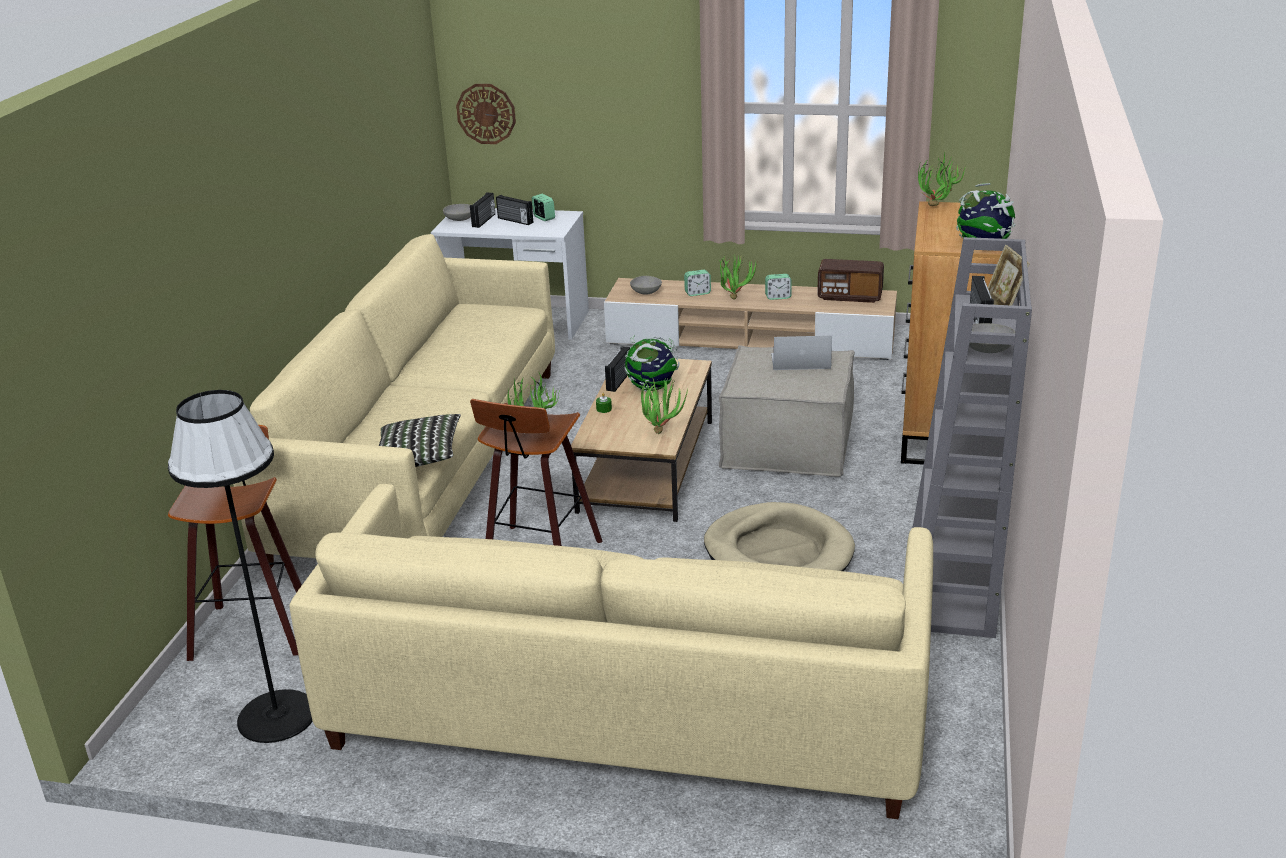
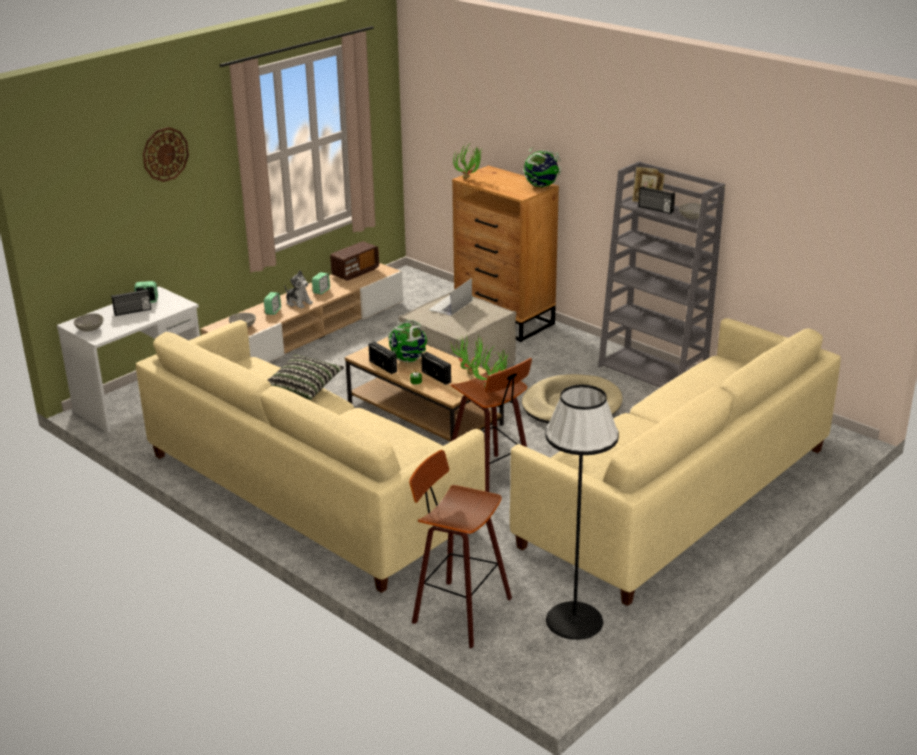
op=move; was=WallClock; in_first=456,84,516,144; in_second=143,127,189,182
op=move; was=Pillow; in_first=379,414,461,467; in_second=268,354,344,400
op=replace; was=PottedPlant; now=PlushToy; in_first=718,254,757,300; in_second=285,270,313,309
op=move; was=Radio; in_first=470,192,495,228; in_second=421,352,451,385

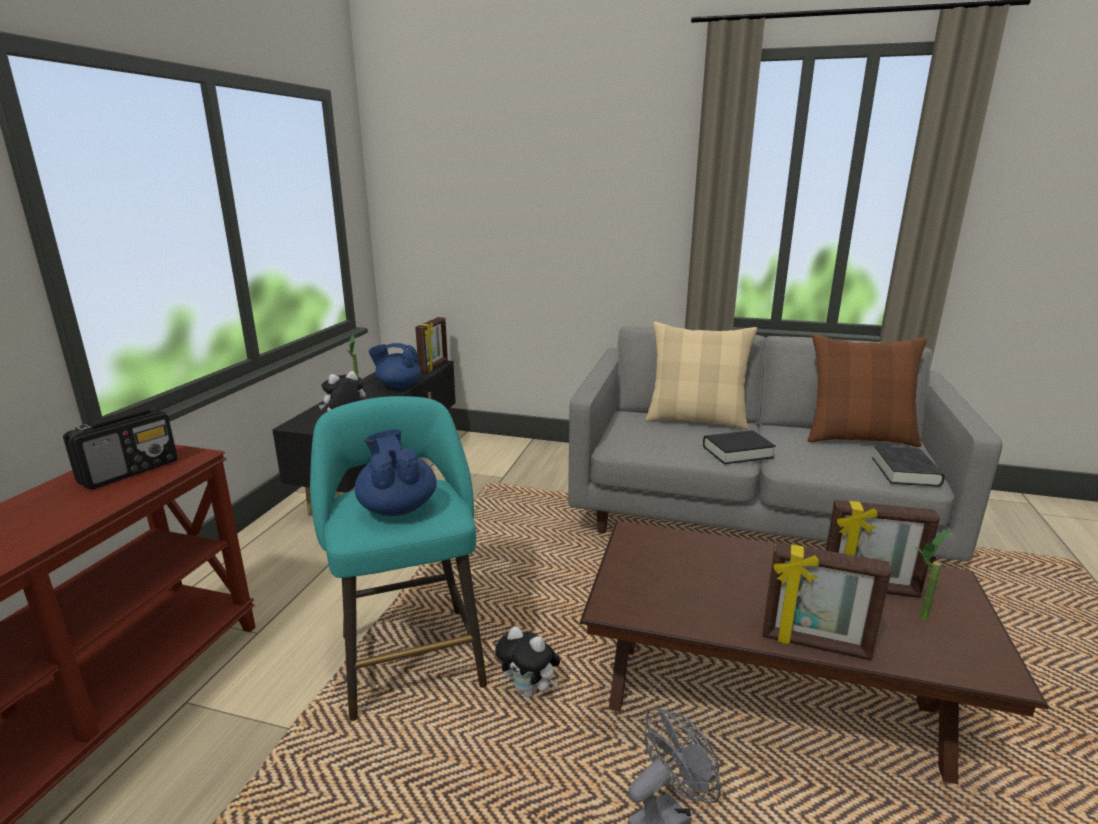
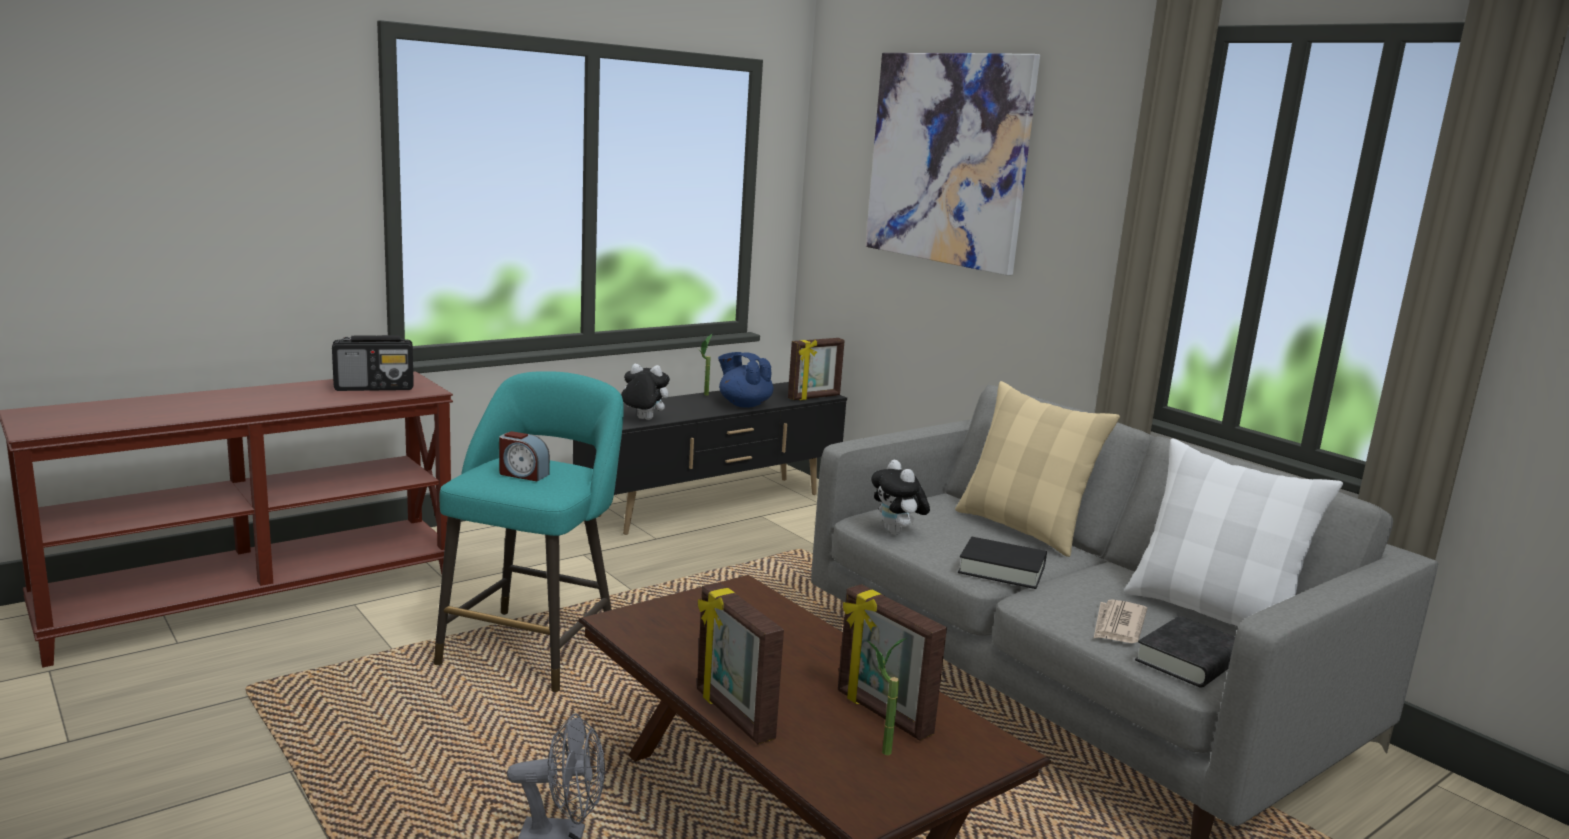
op=replace; was=BlueTeapot; now=AlarmClock; in_first=355,429,437,516; in_second=499,431,550,482
op=insert; now=Picture; in_second=865,53,1040,276
op=move; was=PlushToy; in_first=495,626,560,697; in_second=871,460,930,535
op=insert; now=Newspaper; in_second=1094,599,1147,643
op=recolor; was=BrownPillow; now=WhitePillow; in_first=808,334,927,447; in_second=1124,438,1343,627

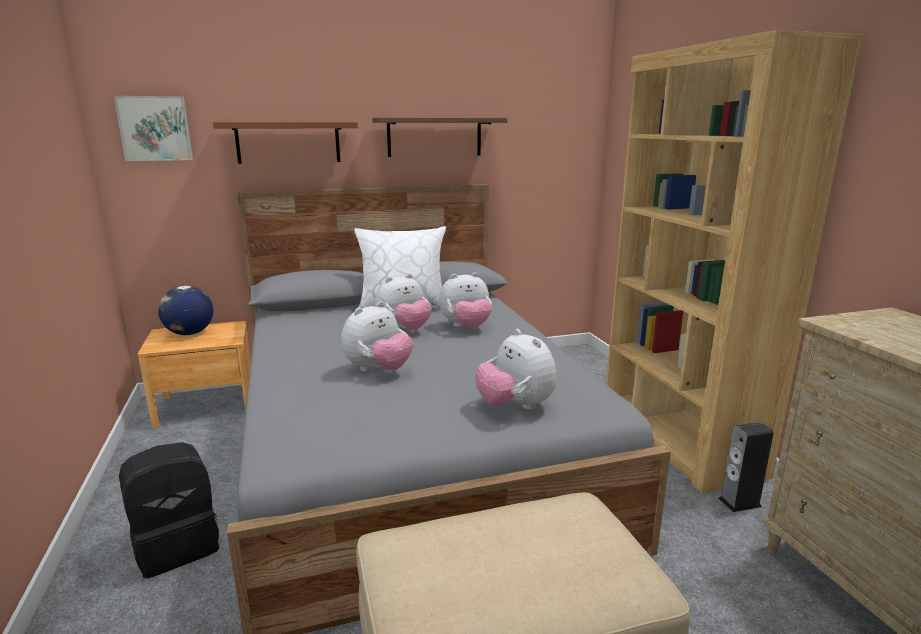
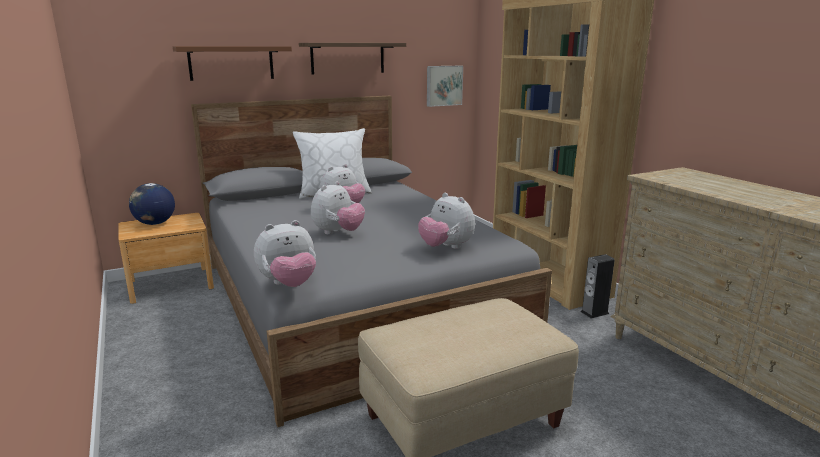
op=move; was=PlushToy; in_first=439,272,492,328; in_second=254,220,316,287
op=move; was=Picture; in_first=114,96,193,161; in_second=427,66,463,107
op=delete; was=BlackBackpack; in_first=119,442,219,578

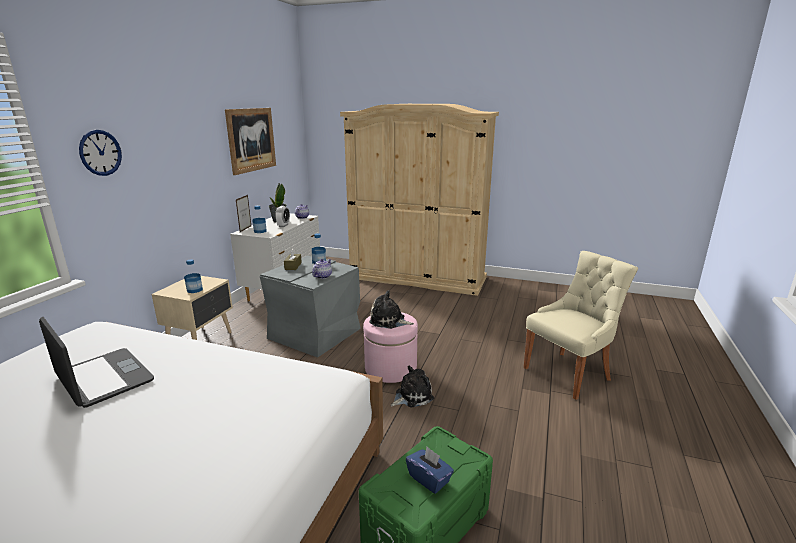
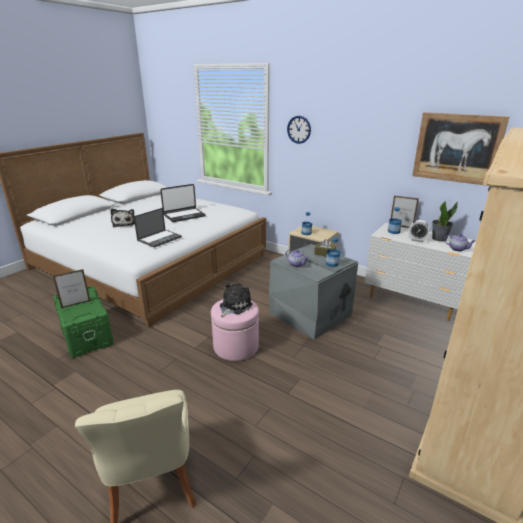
op=replace; was=BlueTissueBox; now=PictureFrame; in_first=406,447,454,494; in_second=53,269,90,308
op=move; was=PlushToy; in_first=391,366,434,407; in_second=110,209,135,227
op=insert; now=Laptop; in_second=134,208,182,248

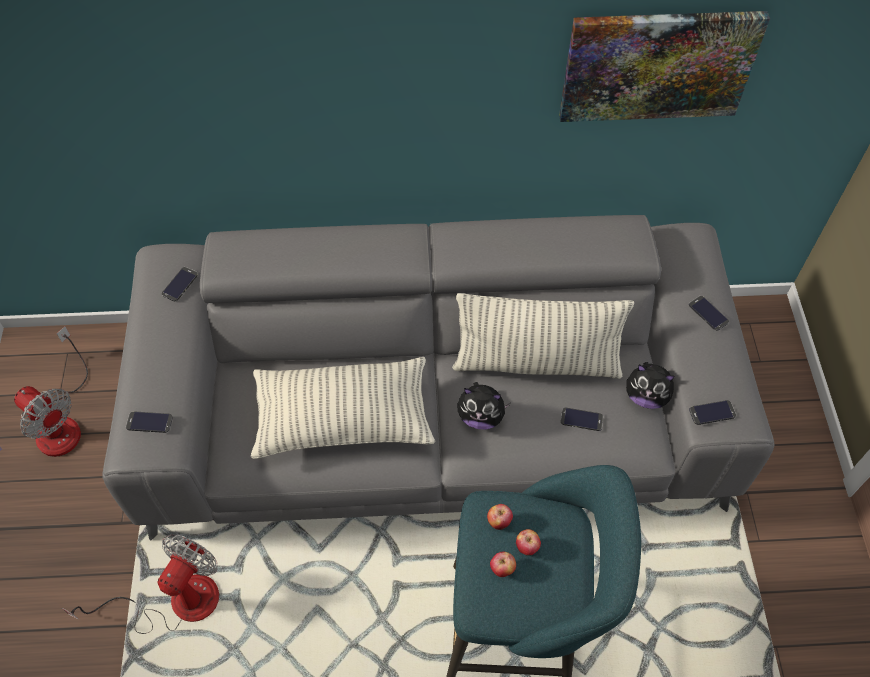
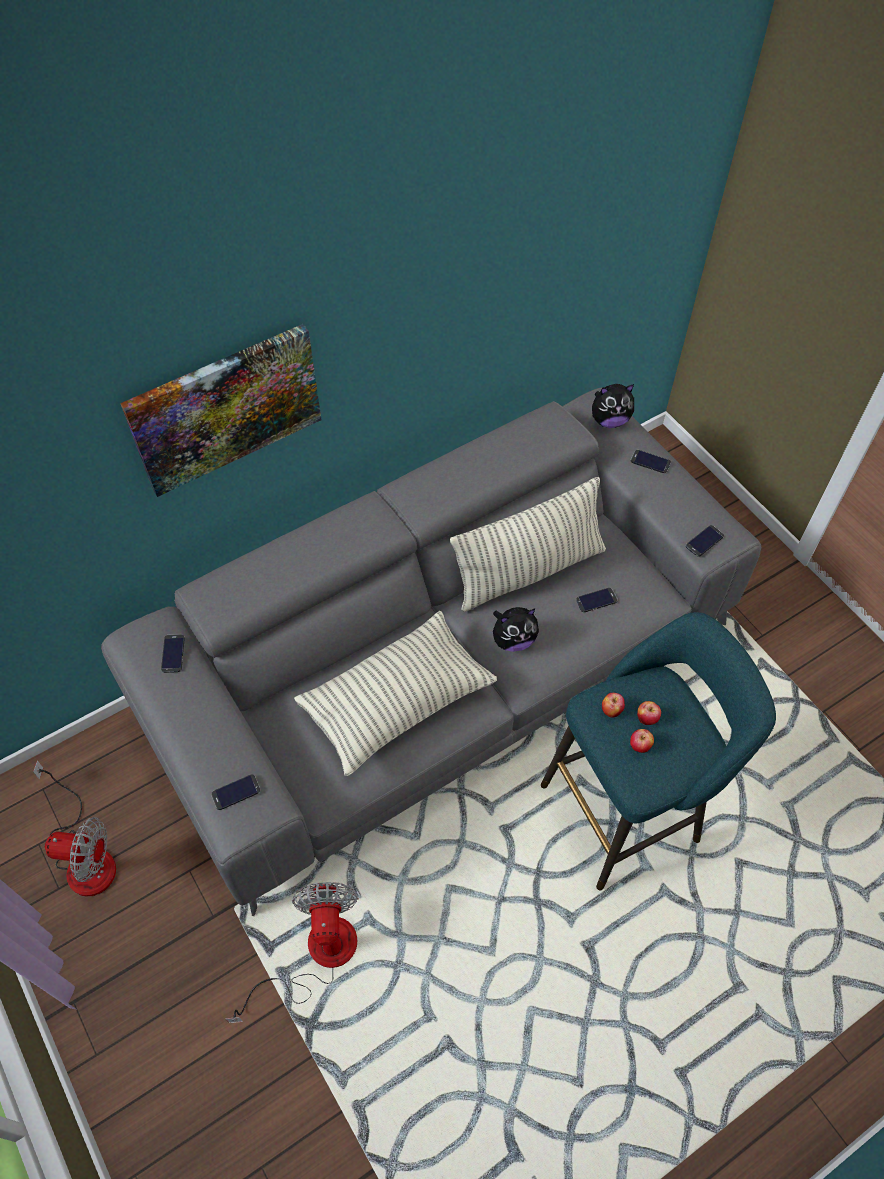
op=move; was=Picture; in_first=559,11,770,122; in_second=120,324,321,497
op=move; was=PlushToy; in_first=626,362,674,409; in_second=592,384,634,428

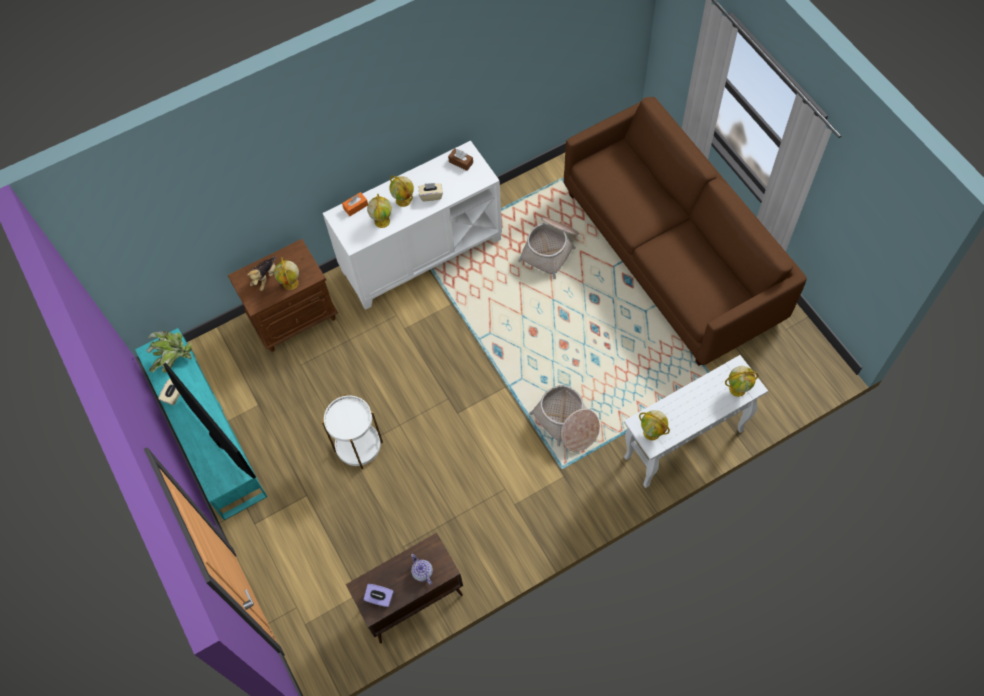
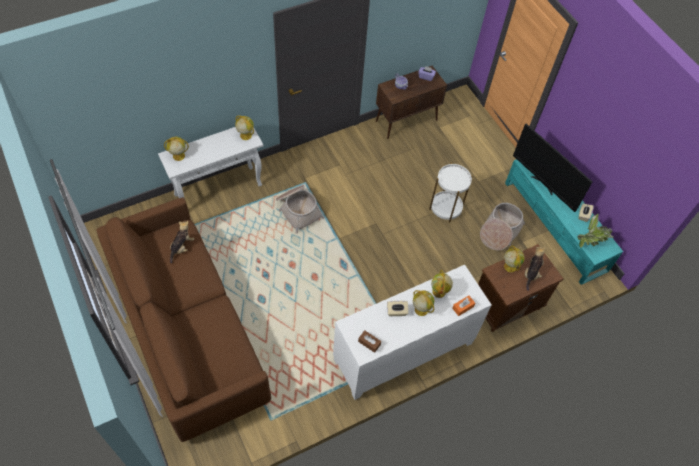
op=insert; now=PlushToy; in_second=170,221,194,264
op=move; was=Basket; in_first=518,217,579,279; in_second=480,203,525,250

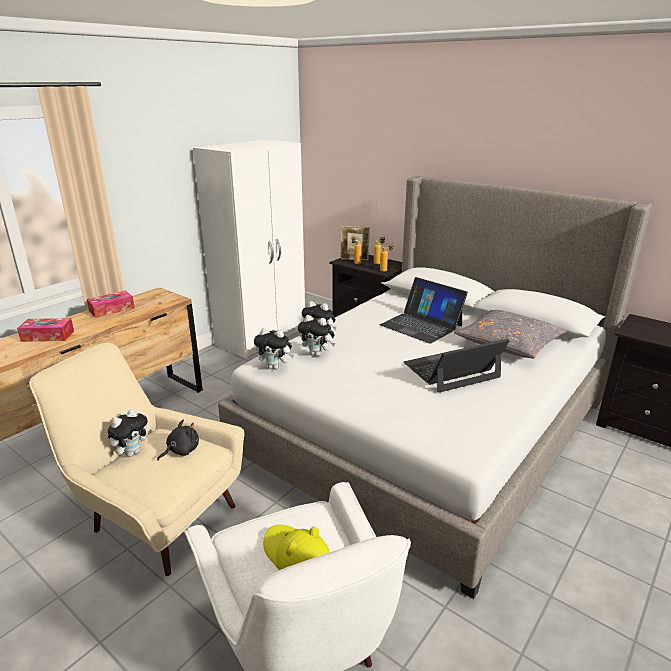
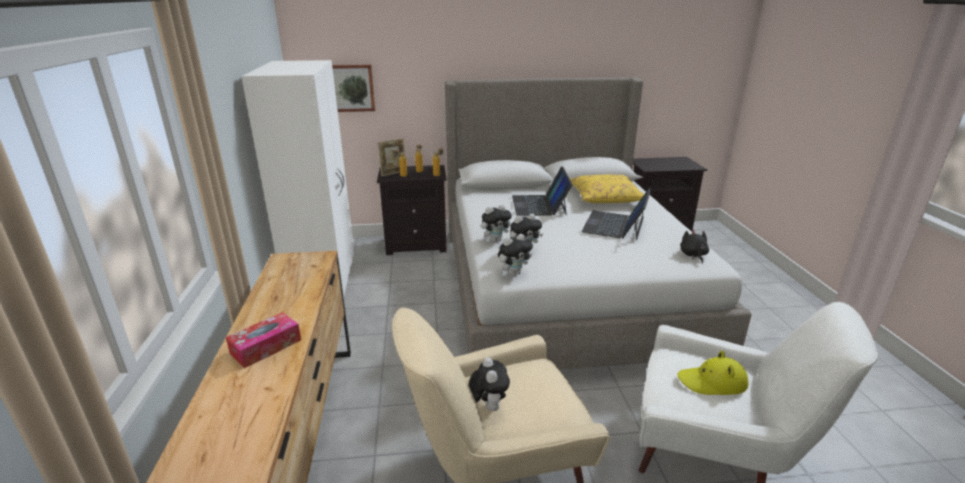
op=insert; now=Picture; in_second=332,64,375,112
op=rotate; was=Laptop; in_first=380,277,468,344; in_second=512,166,572,216; clockwise=90
op=recolor; was=GreyPillow; now=YellowPillow; in_first=454,310,567,359; in_second=570,174,644,203
op=move; was=BlackPlushToy; in_first=157,420,199,461; in_second=681,230,709,264
op=delete; was=TissueBox; in_first=87,290,135,318

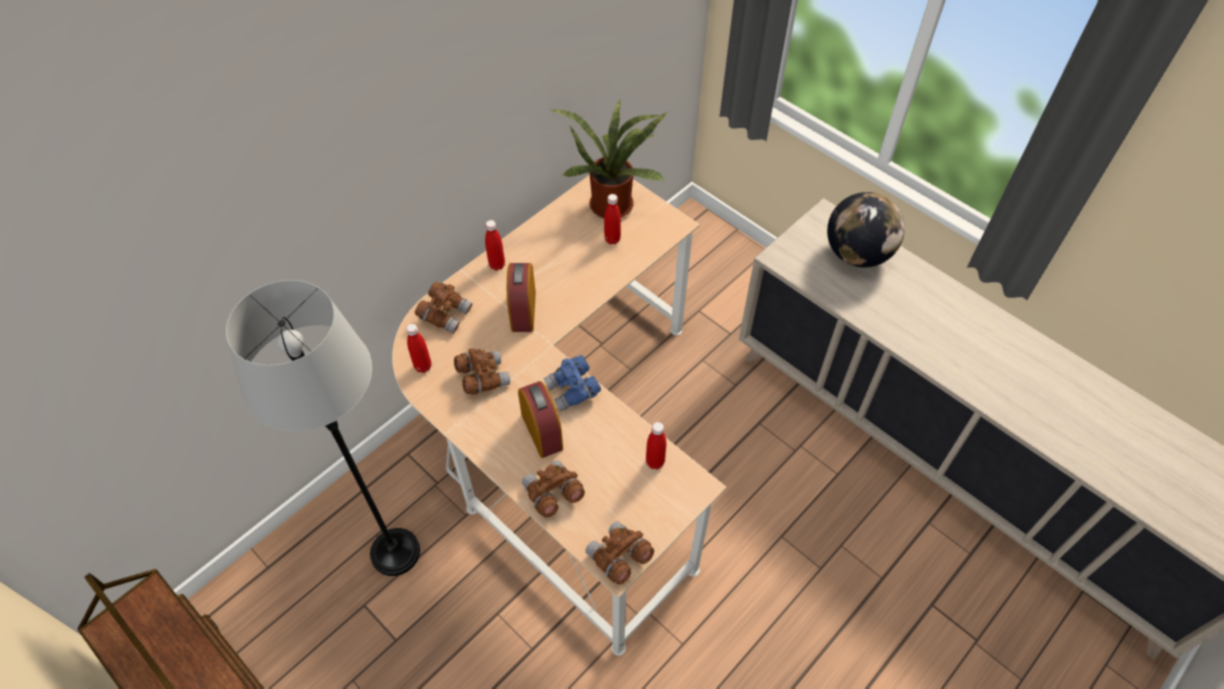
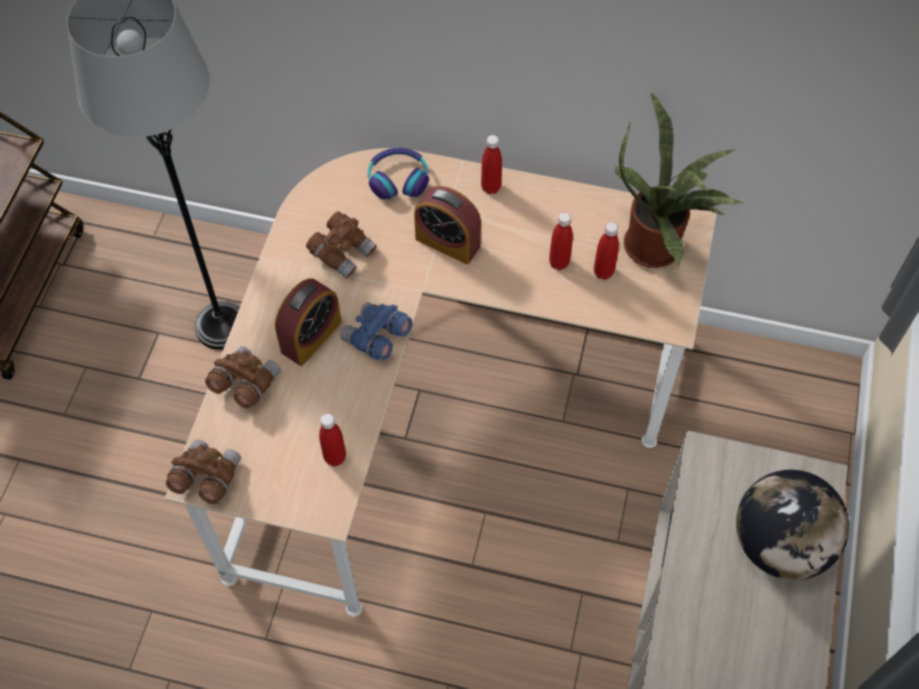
op=replace; was=BrownBinoculars; now=Headphones; in_first=415,281,472,333; in_second=368,148,429,200
op=rotate; was=AlarmClock; in_first=507,263,536,332; in_second=414,186,481,264; clockwise=-120
op=move; was=RedBottle; in_first=406,324,431,373; in_second=549,212,573,270

